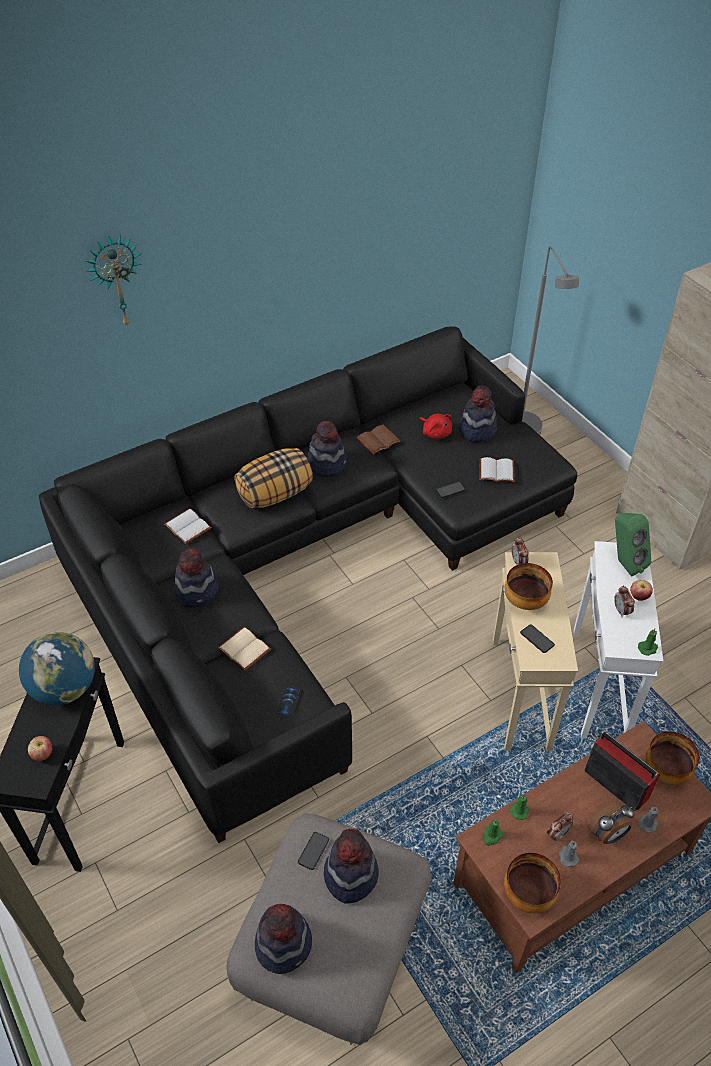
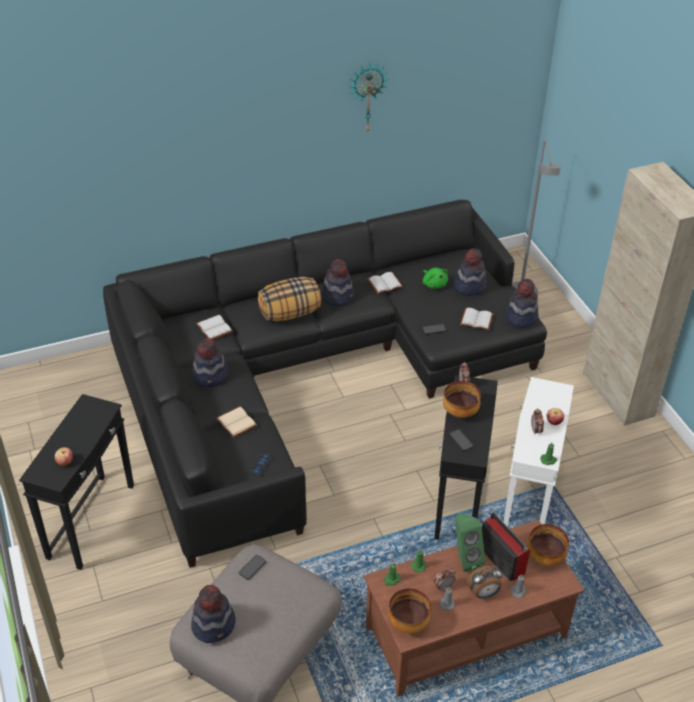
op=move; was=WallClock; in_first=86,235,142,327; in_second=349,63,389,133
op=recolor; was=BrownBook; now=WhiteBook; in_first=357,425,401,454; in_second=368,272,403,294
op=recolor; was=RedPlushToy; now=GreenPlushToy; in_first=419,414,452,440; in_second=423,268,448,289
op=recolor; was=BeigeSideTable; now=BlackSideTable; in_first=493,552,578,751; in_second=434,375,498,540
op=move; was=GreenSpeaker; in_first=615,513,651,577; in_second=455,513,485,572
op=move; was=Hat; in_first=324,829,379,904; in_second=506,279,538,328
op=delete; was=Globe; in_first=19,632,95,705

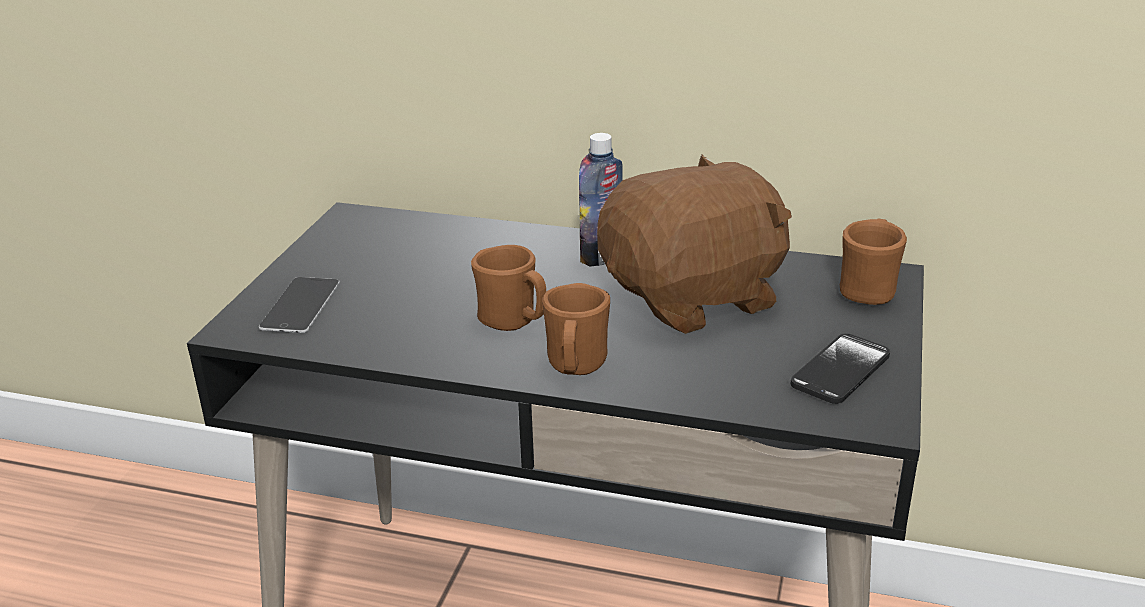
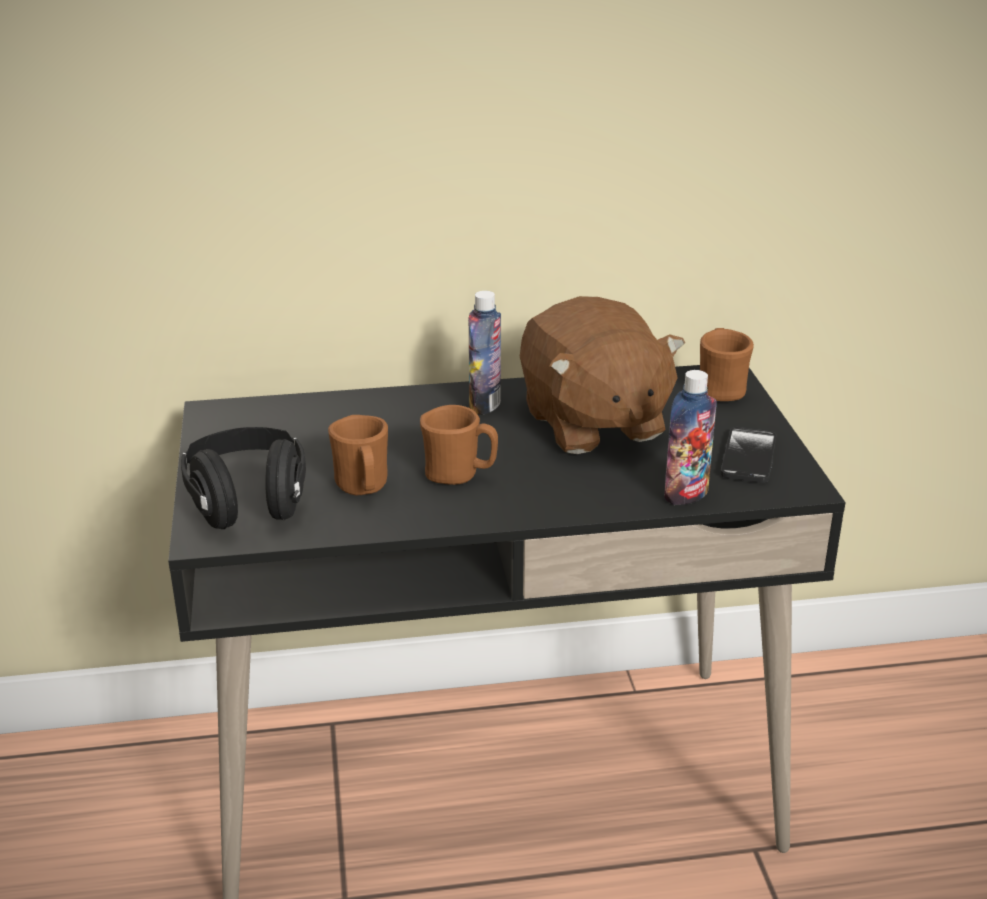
op=replace; was=Phone; now=BlackHeadphones; in_first=259,277,340,333; in_second=181,427,306,529
op=move; was=BrownMug; in_first=542,283,610,375; in_second=328,415,388,495
op=rotate; was=BrownPlushToy; in_first=597,155,792,334; in_second=520,296,685,454; clockwise=120
op=insert; now=Bottle; in_second=664,370,717,505

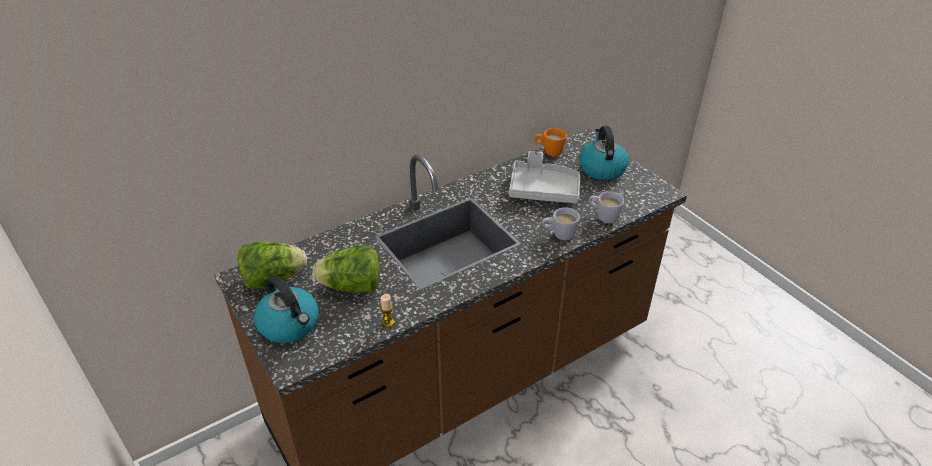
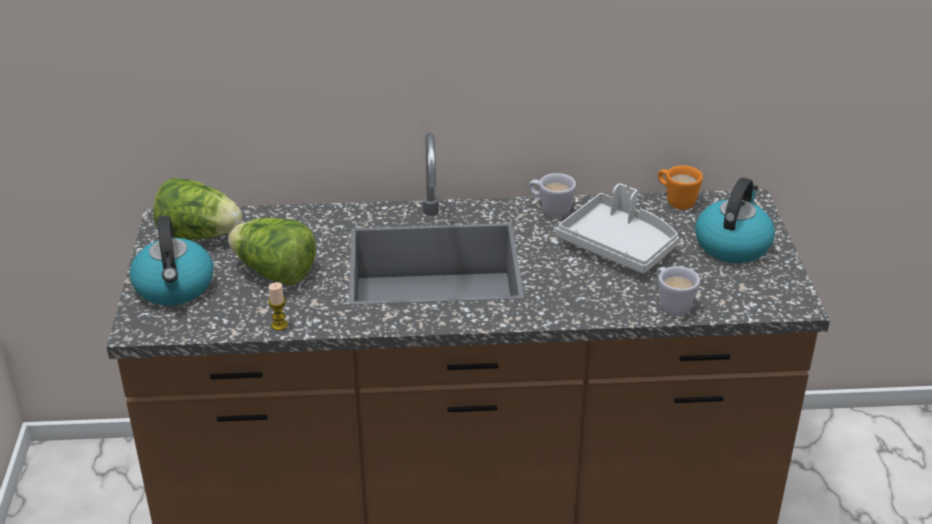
op=move; was=WhiteMug; in_first=542,207,580,240; in_second=529,173,576,218

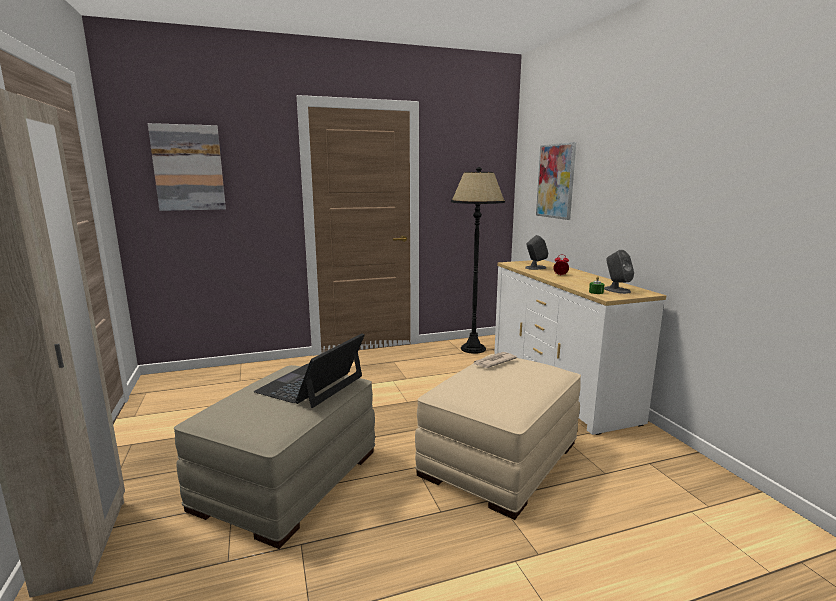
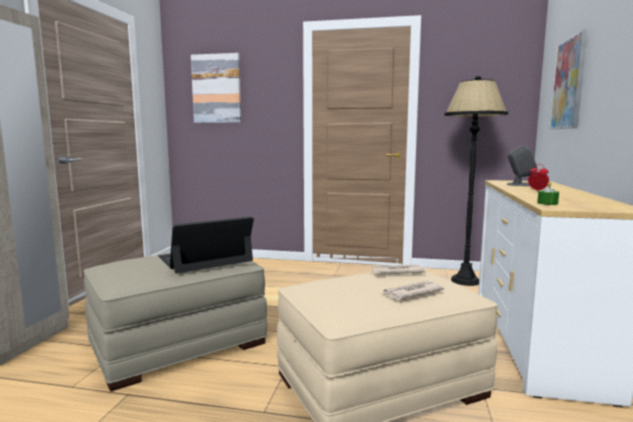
op=insert; now=Newspaper; in_second=383,281,444,300
op=delete; was=GreySpeaker; in_first=604,250,634,294

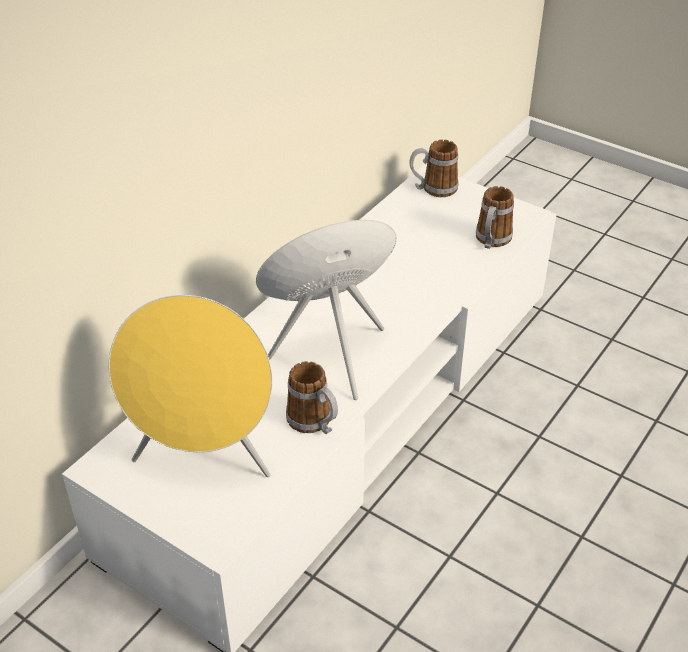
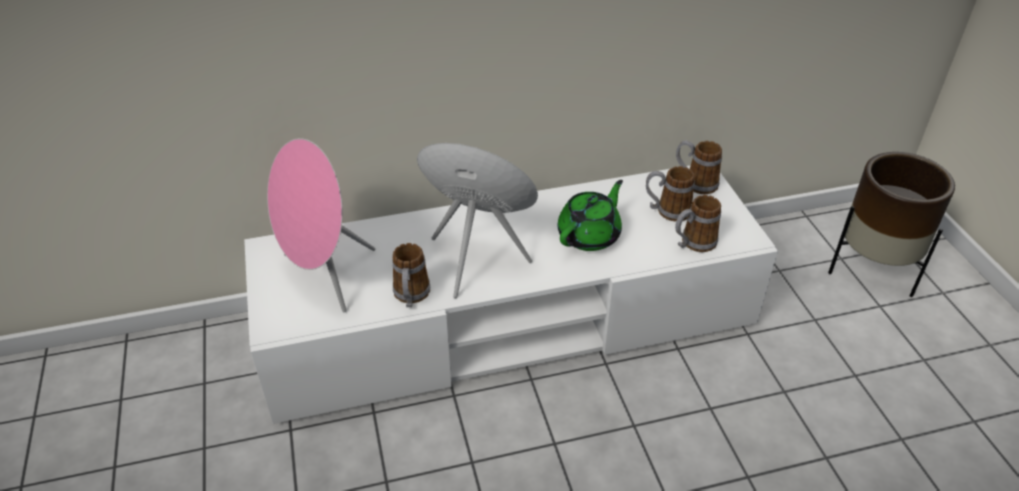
op=recolor; was=YellowSpeaker; now=PinkSpeaker; in_first=109,295,272,477; in_second=267,138,375,312
op=insert; now=GreenTeapot; in_second=558,180,623,251
op=insert; now=Mug; in_second=646,166,695,222
op=insert; now=BrownPlanter; in_second=828,152,955,297

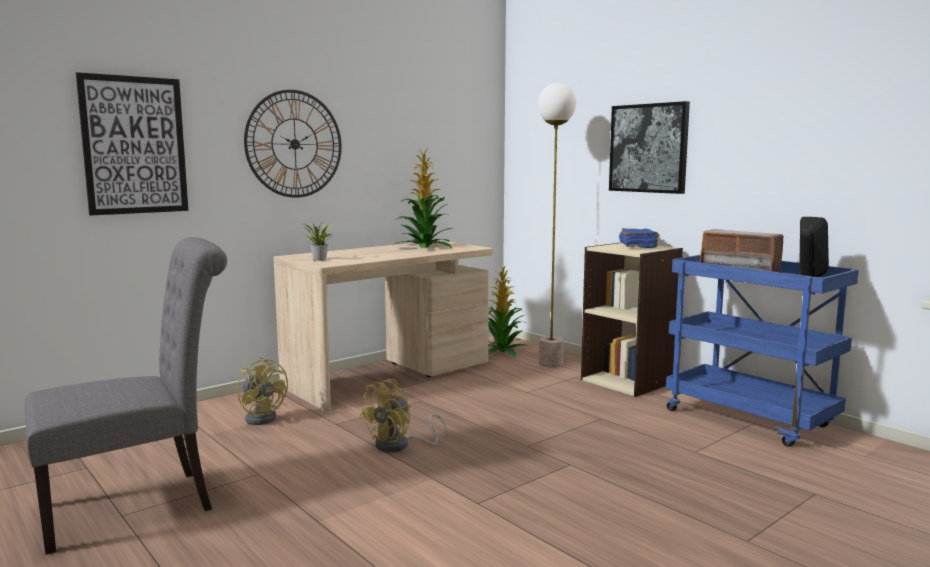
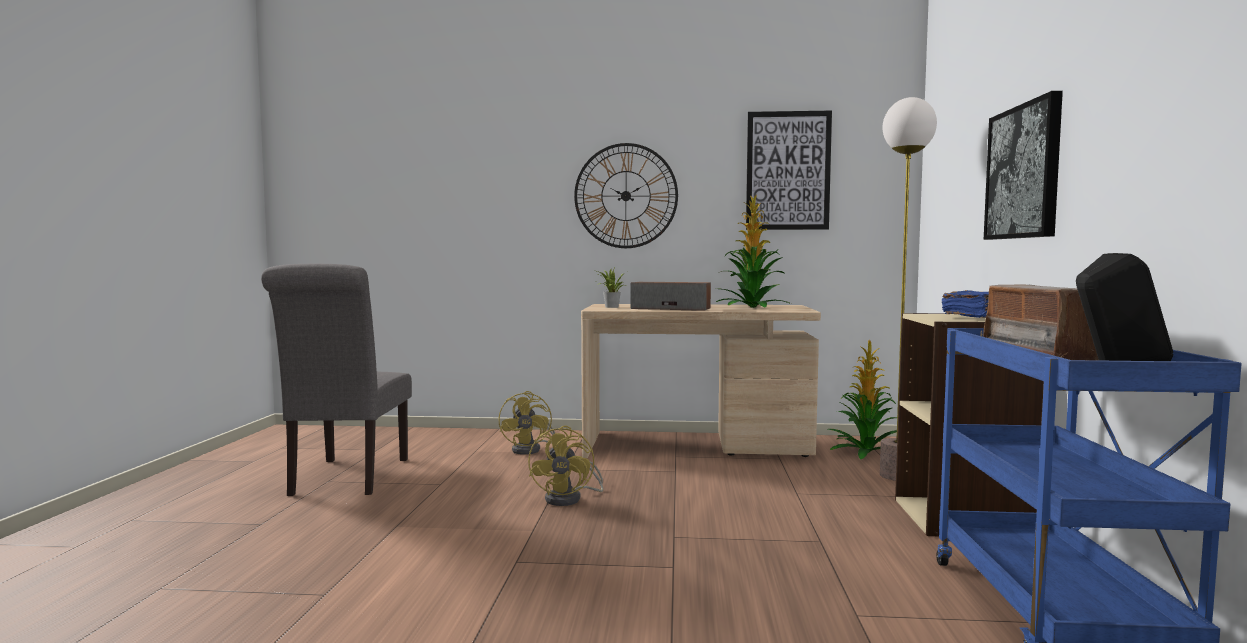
op=rotate; was=GreyChair; in_first=25,237,227,555; in_second=261,264,412,496; clockwise=75
op=rotate; was=YellowFan; in_first=359,379,448,452; in_second=528,425,604,506; clockwise=-75
op=insert; now=Speaker; in_second=631,282,711,311
op=move; was=Picture; in_first=76,72,188,216; in_second=746,111,832,230

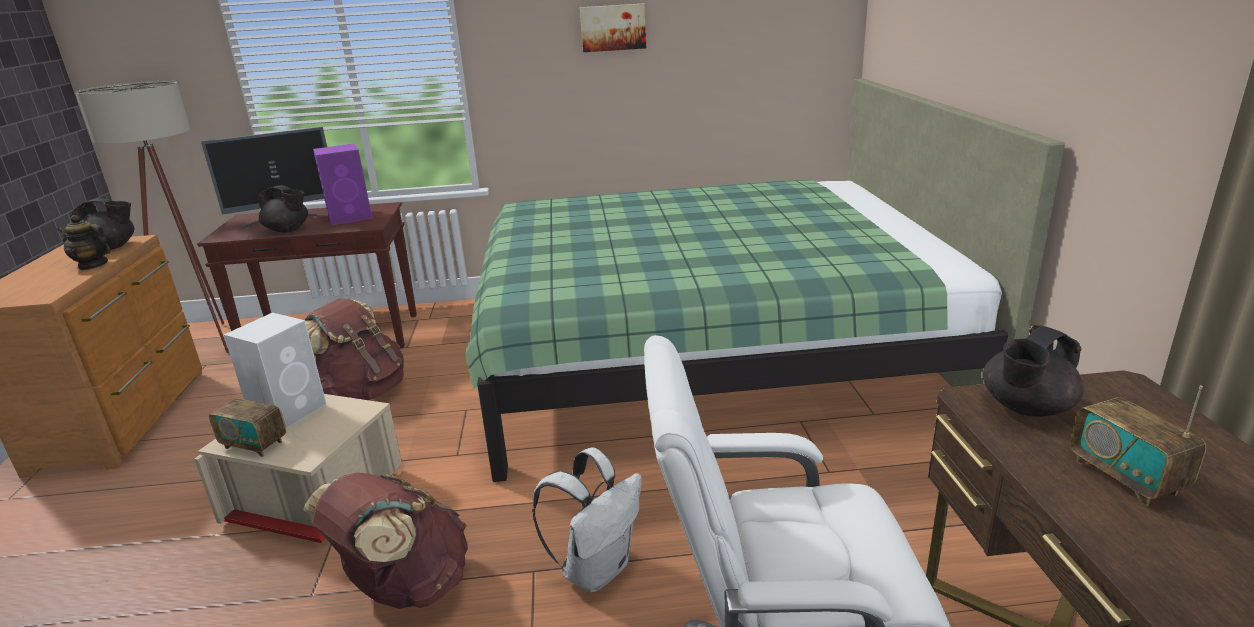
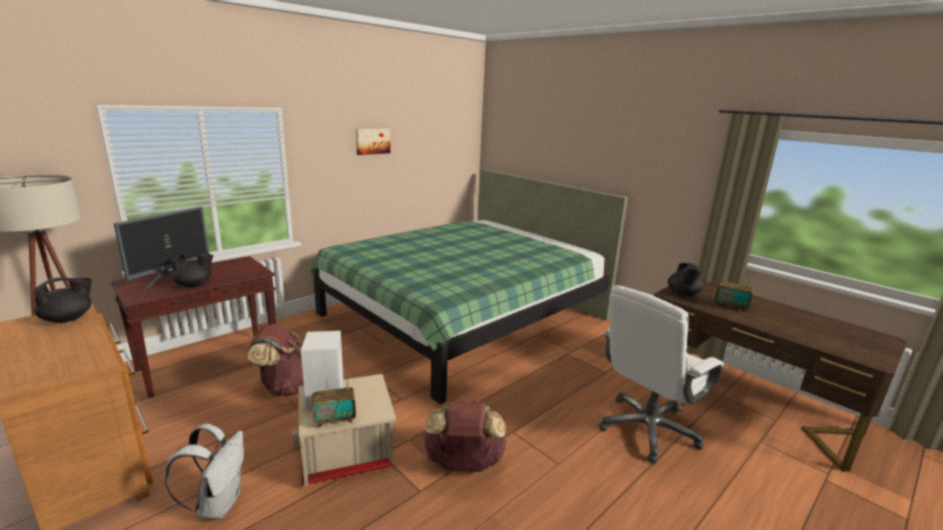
op=move; was=WhiteBackpack; in_first=532,447,642,592; in_second=165,424,244,519
op=delete; was=Teapot; in_first=57,215,111,270
op=delete; was=PurpleSpeaker; in_first=313,144,372,225

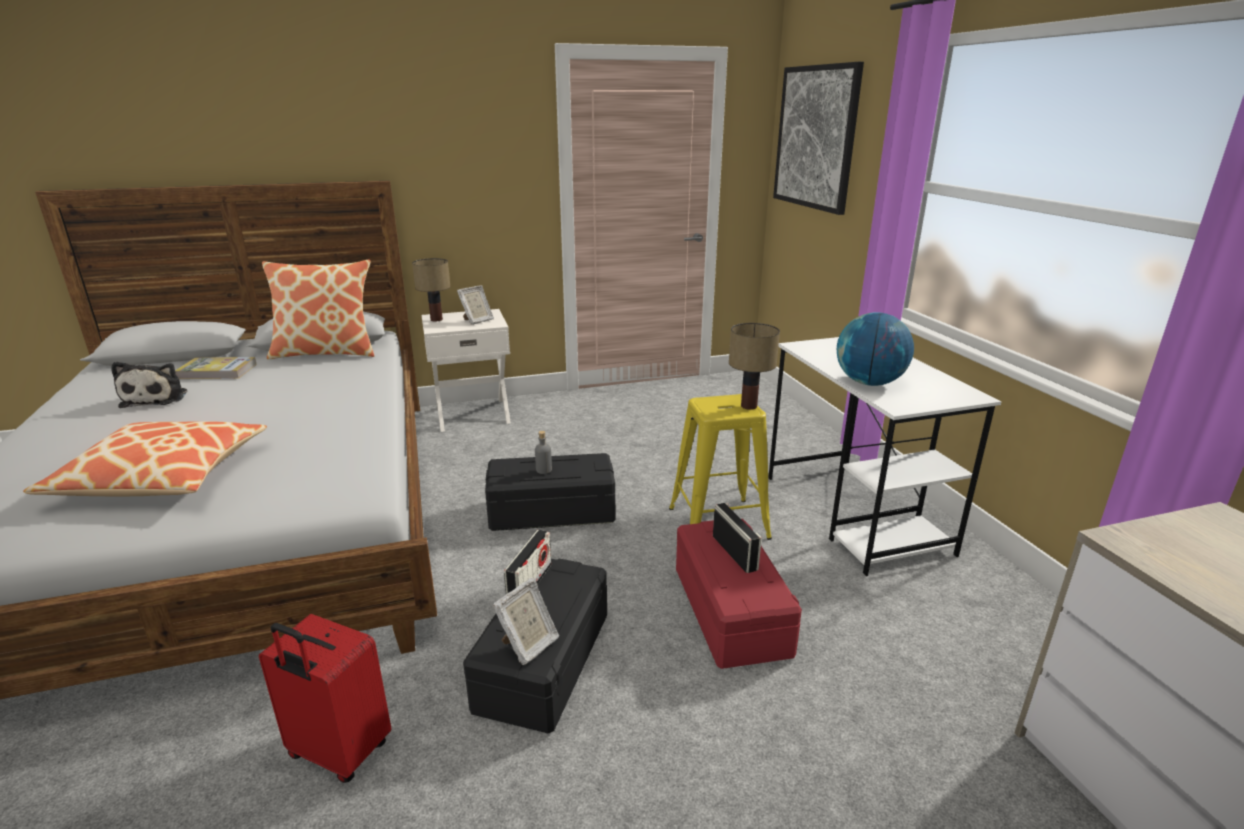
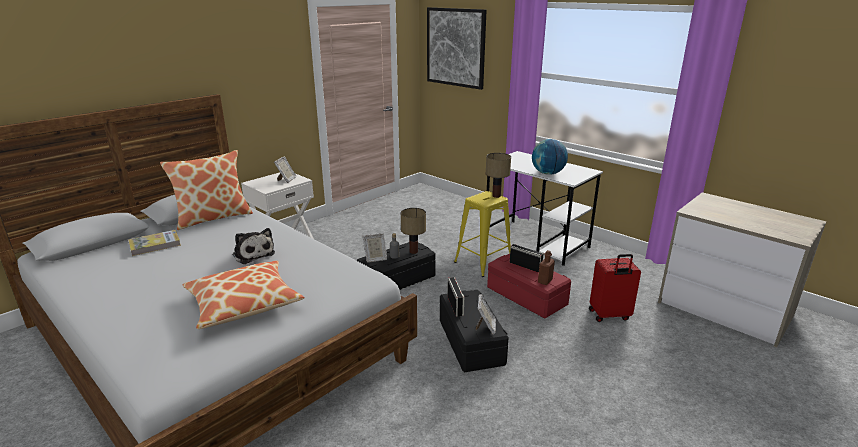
op=move; was=PlushToy; in_first=111,362,187,408; in_second=233,228,275,264
op=insert; now=PictureFrame; in_second=362,233,387,263
op=move; was=TableLamp; in_first=412,258,450,322; in_second=401,208,426,254
op=insert; now=BrownBottle; in_second=538,250,555,285
op=move; was=RedSuitcase; in_first=259,614,392,783; in_second=589,254,641,322

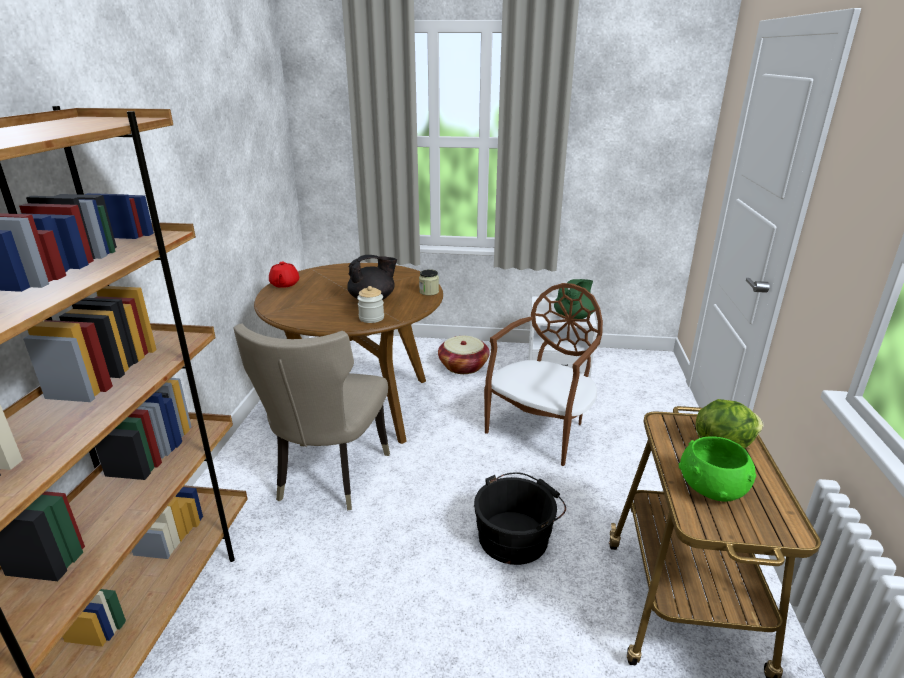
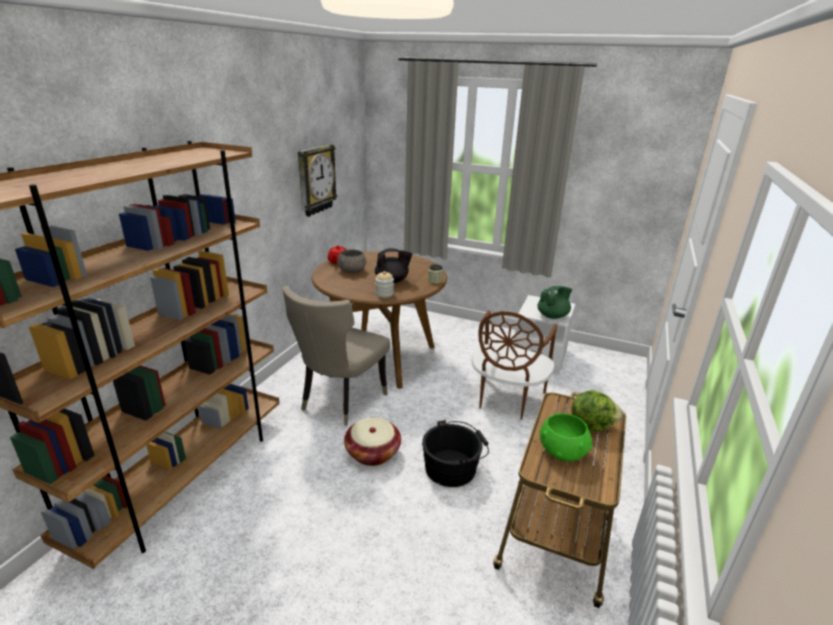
op=insert; now=WallClock; in_second=298,144,337,217
op=insert; now=GreyBowl; in_second=337,250,367,273
op=move; was=Basket; in_first=438,336,489,374; in_second=344,418,401,466
op=rotate; was=BrownChair; in_first=484,283,603,466; in_second=472,311,558,420; clockwise=150

